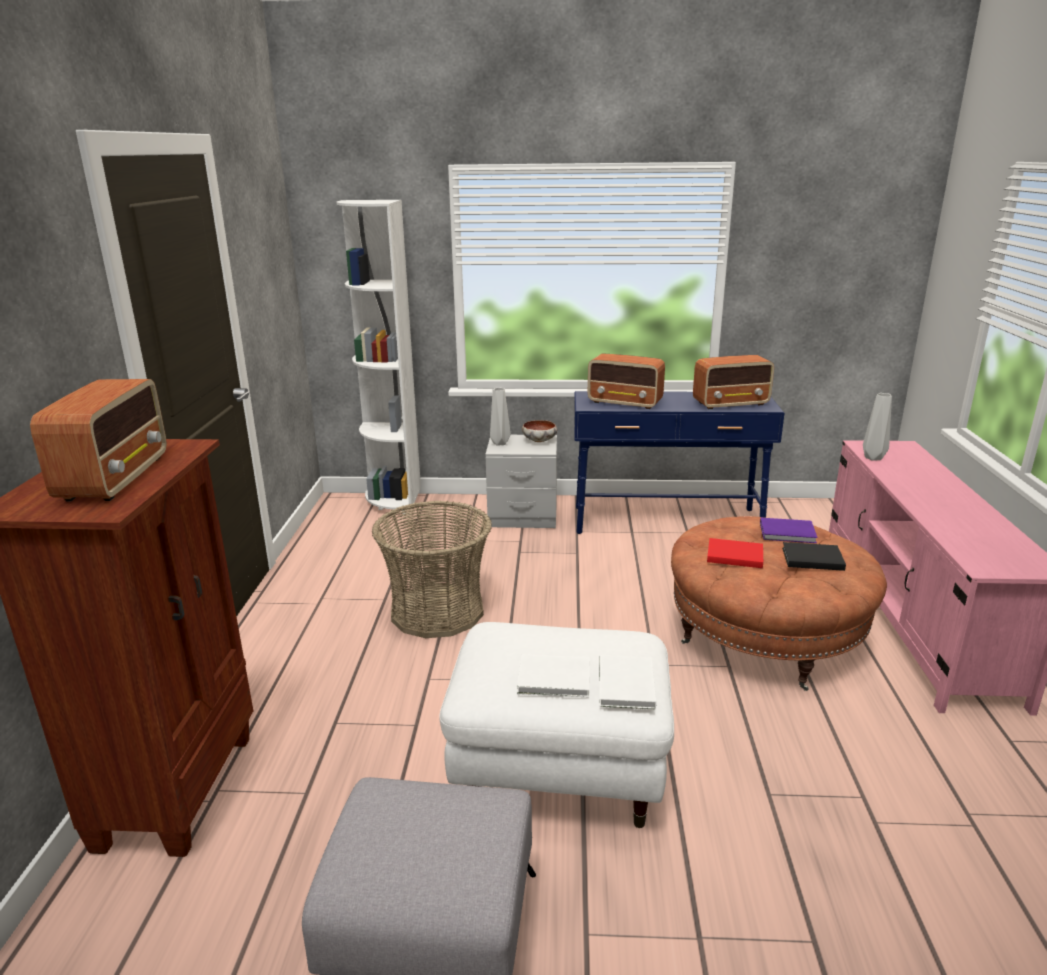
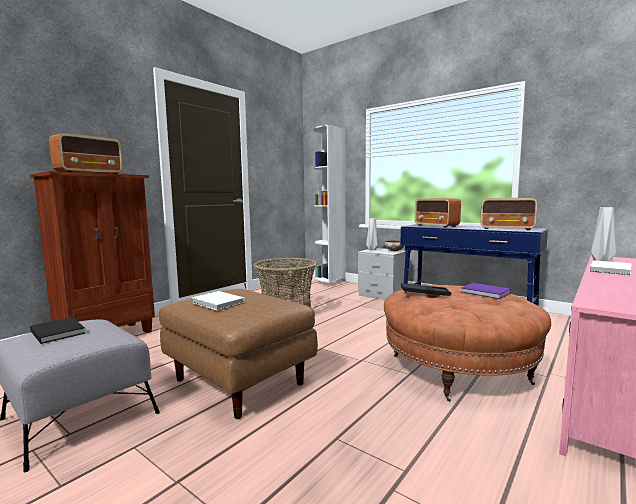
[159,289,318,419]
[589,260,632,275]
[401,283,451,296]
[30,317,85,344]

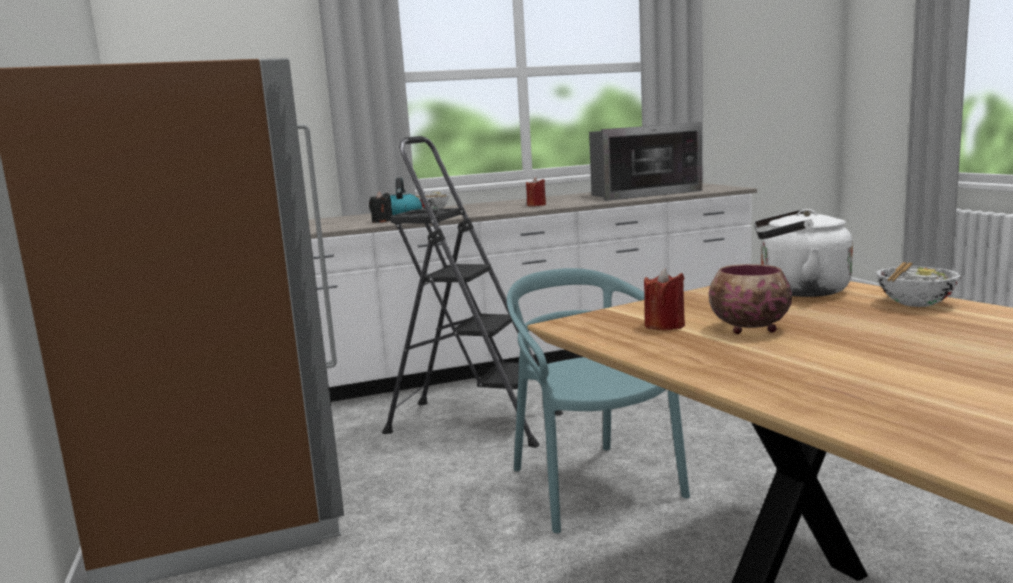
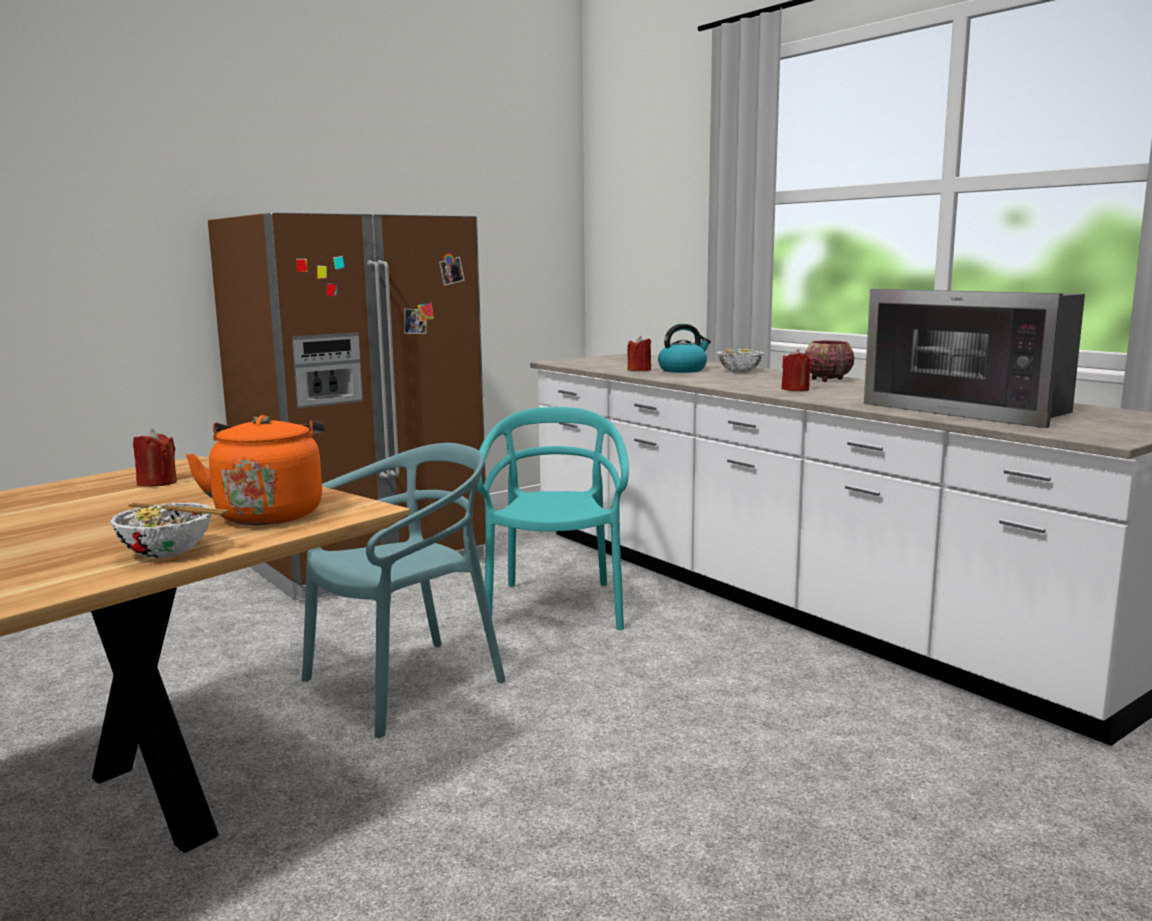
[627,336,651,371]
[474,407,629,631]
[805,340,854,382]
[185,415,325,525]

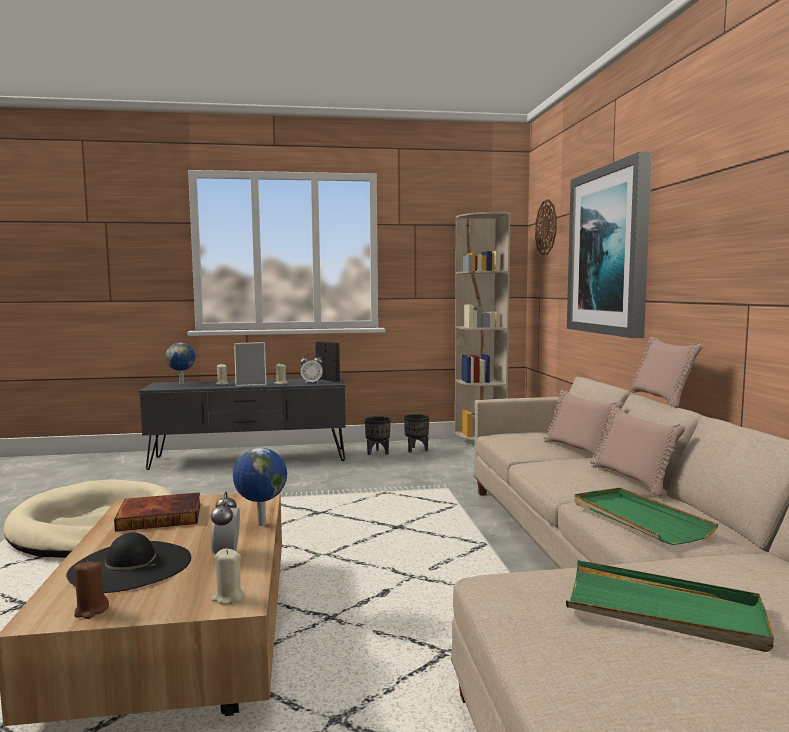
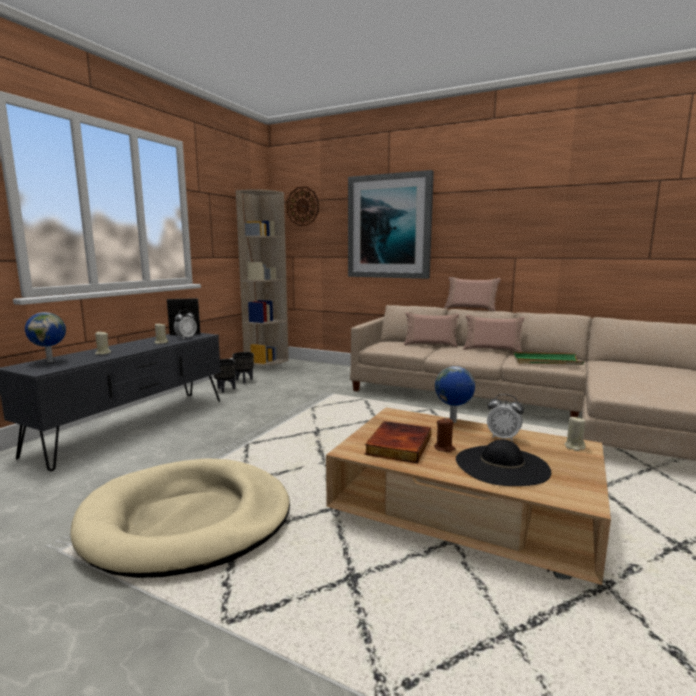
[434,417,455,452]
[234,342,267,387] (first image)
[566,560,774,652] (first image)

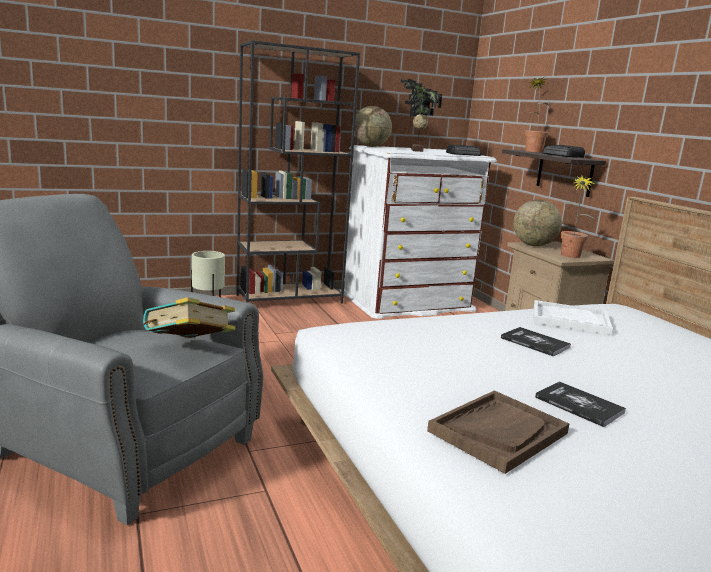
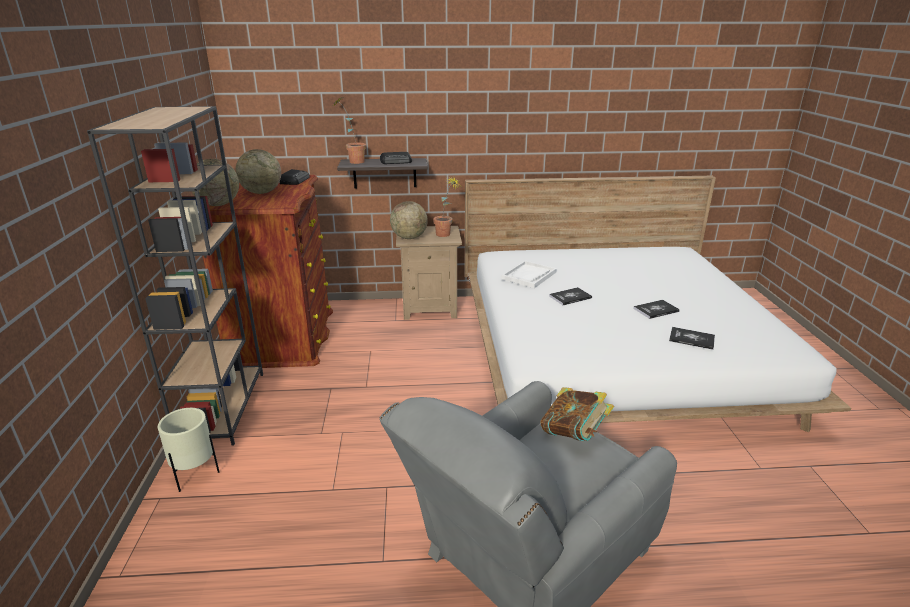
[203,175,333,368]
[236,149,281,194]
[669,327,715,350]

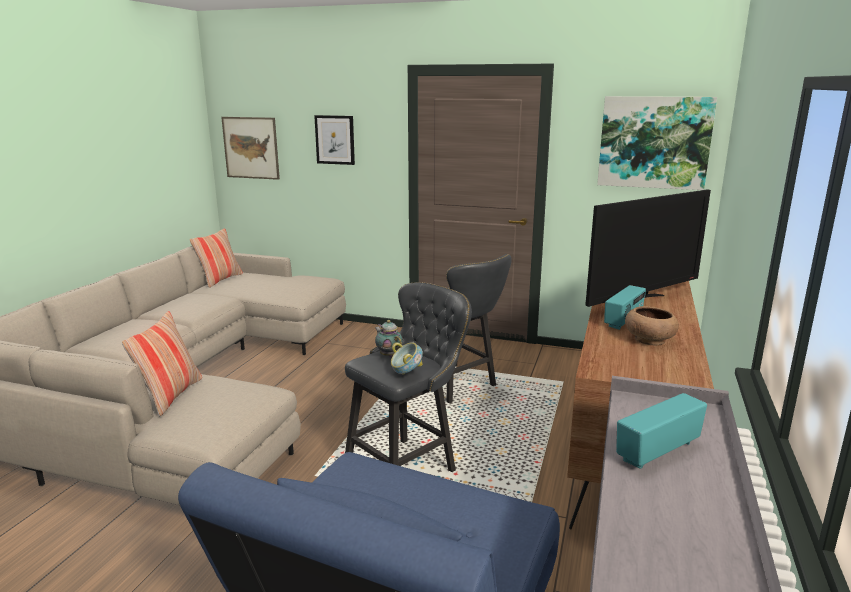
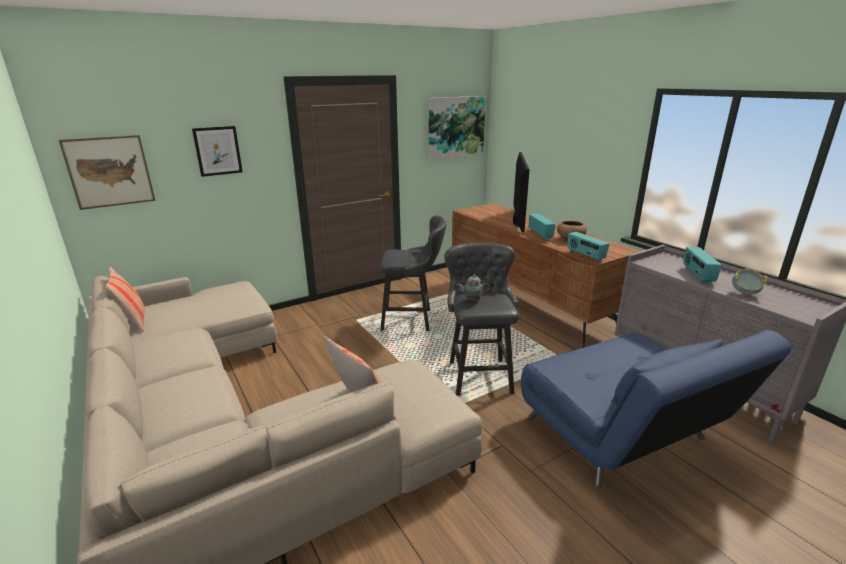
[732,269,768,295]
[568,232,610,262]

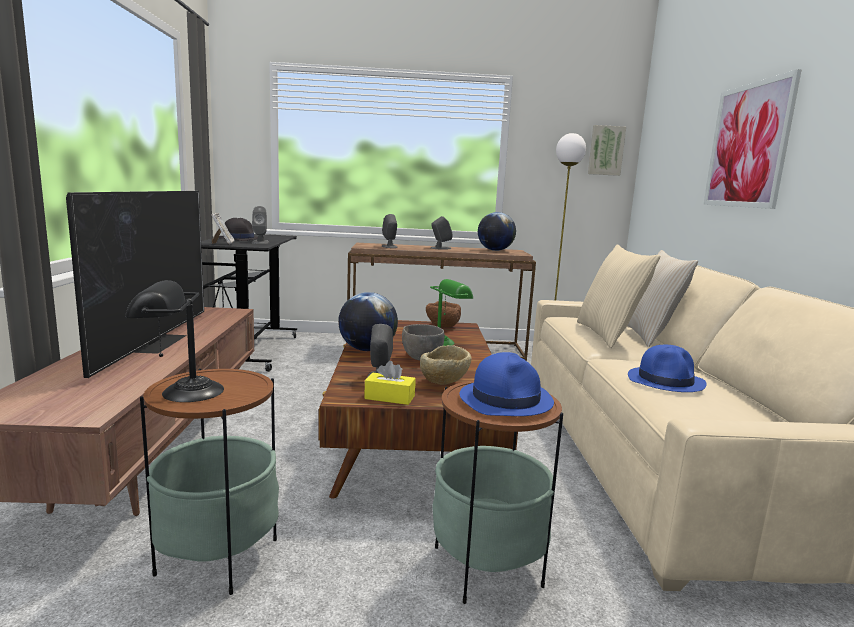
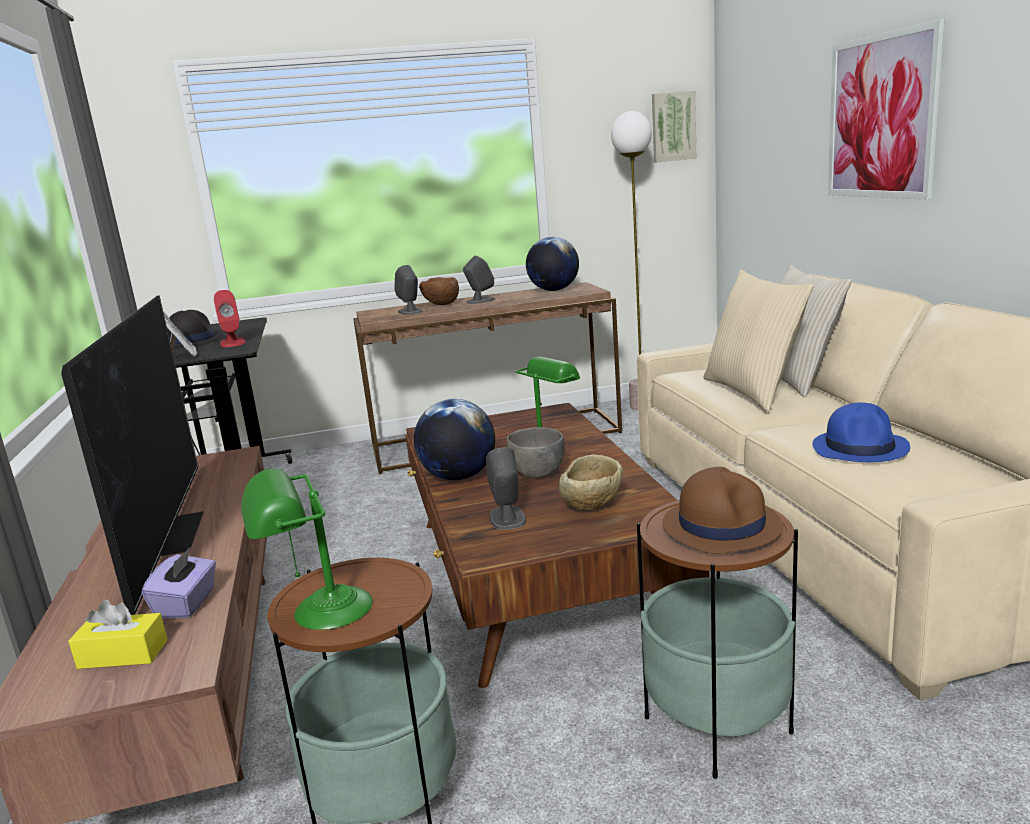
[241,469,373,630]
[214,290,246,347]
[68,600,168,669]
[419,277,459,305]
[662,467,783,554]
[142,548,216,619]

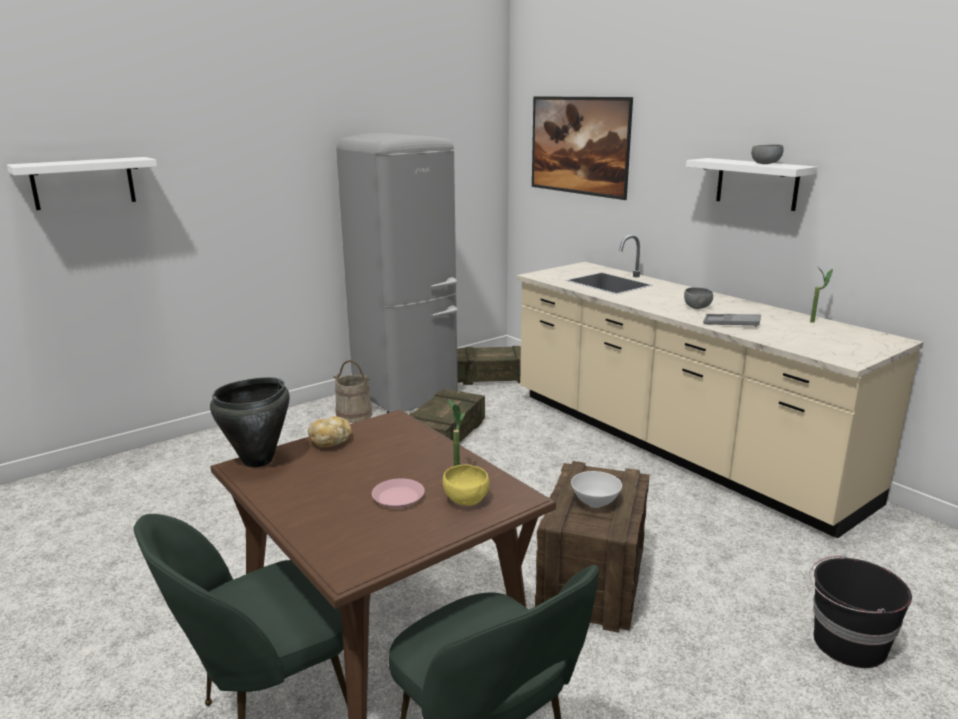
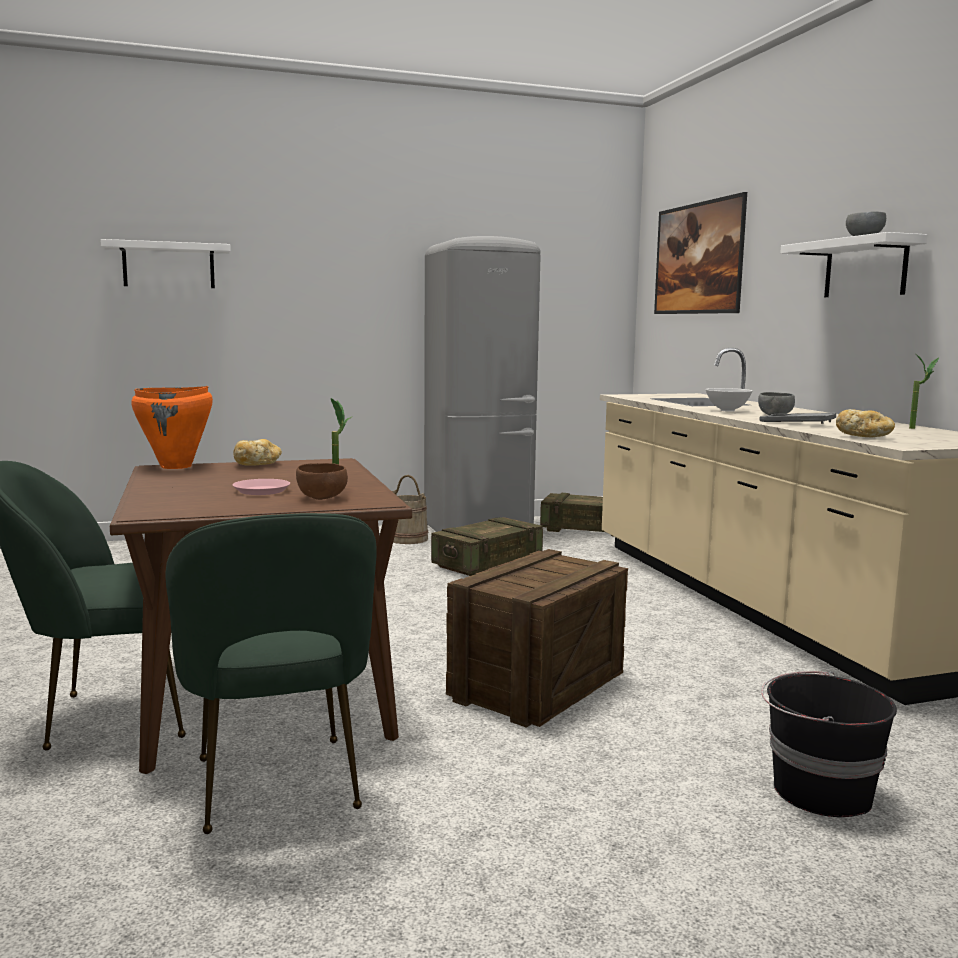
[131,386,213,469]
[296,463,348,500]
[706,388,752,412]
[836,409,895,438]

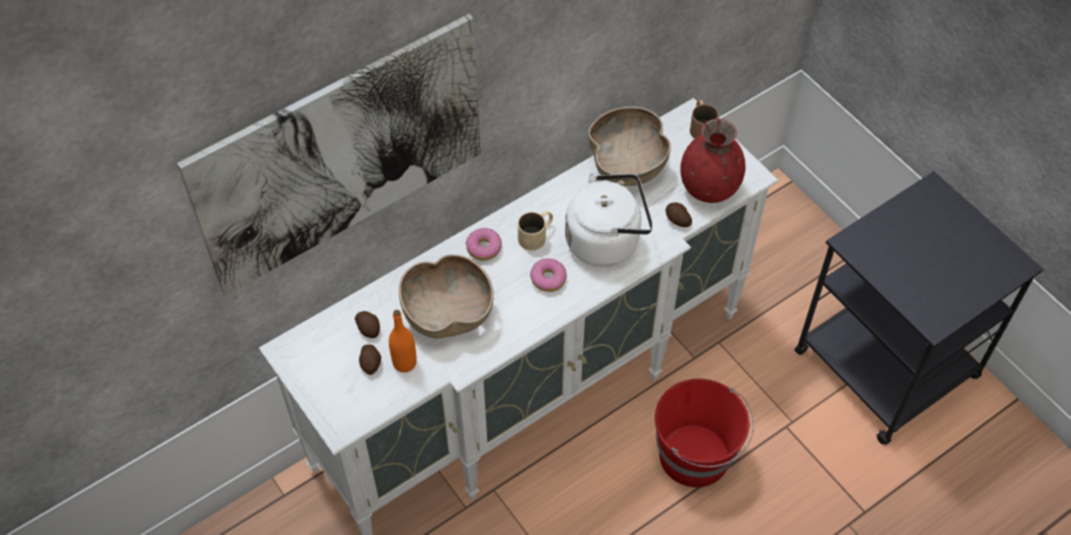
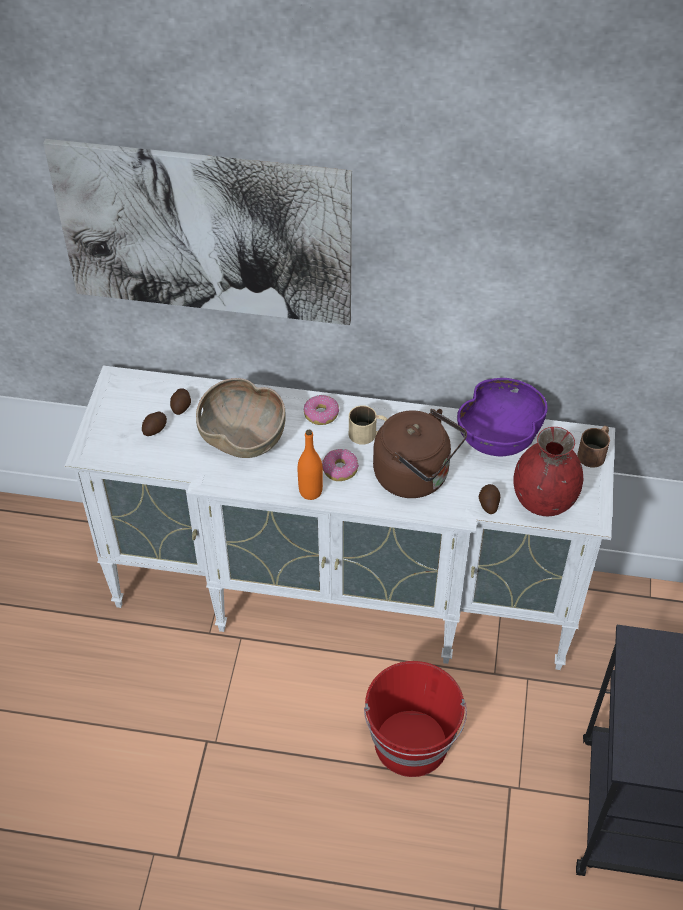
[298,429,323,500]
[373,409,467,498]
[457,378,548,457]

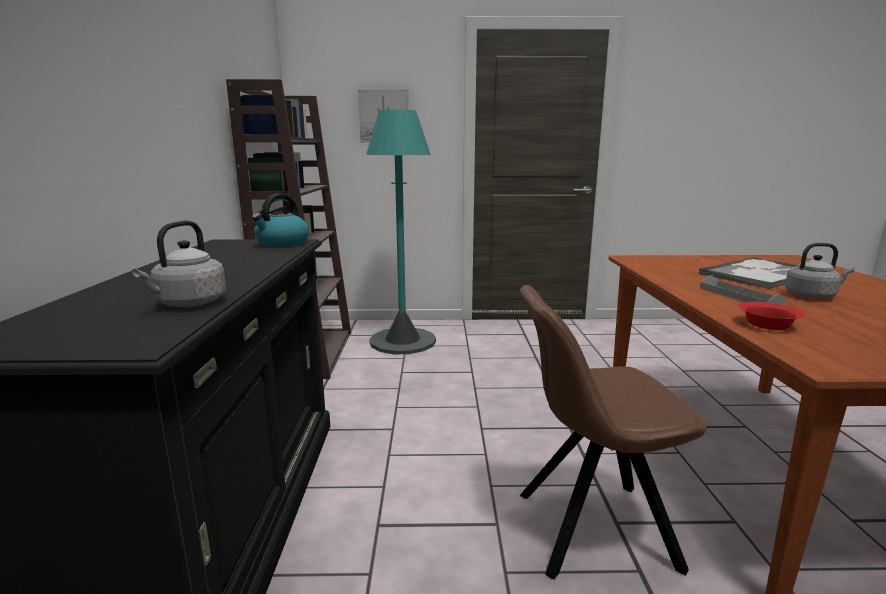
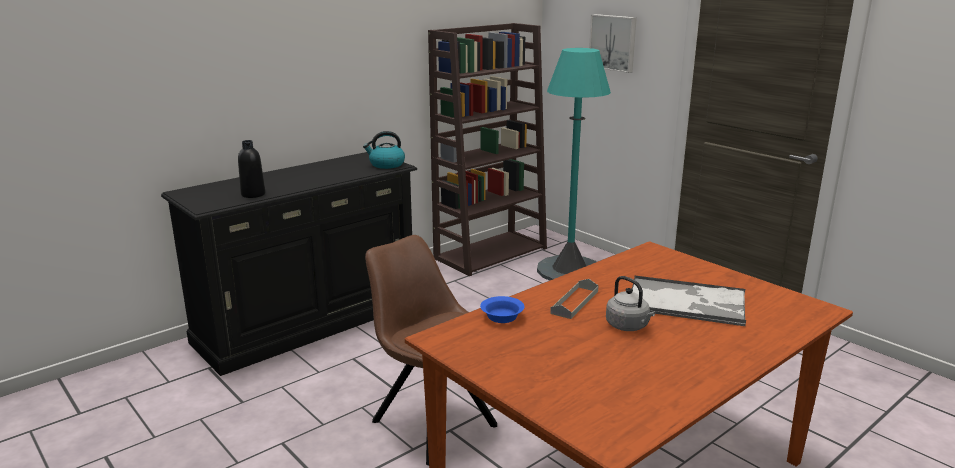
[238,140,265,198]
[480,296,525,323]

